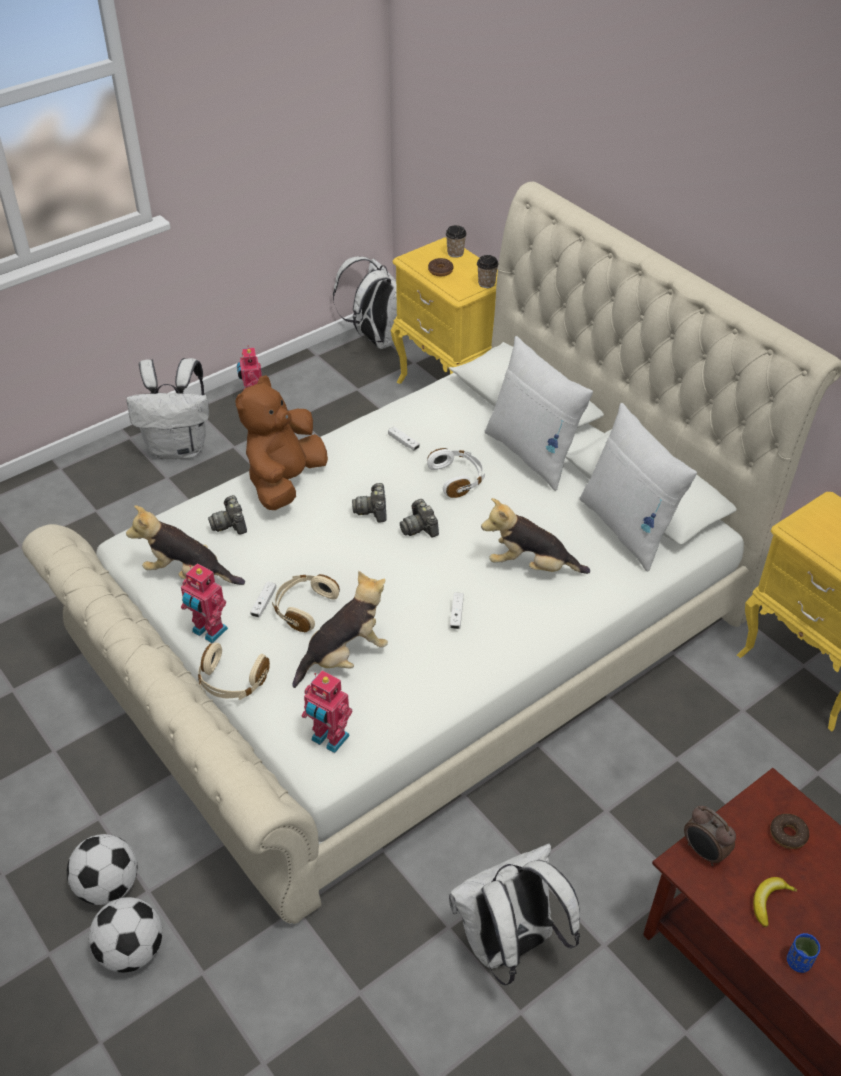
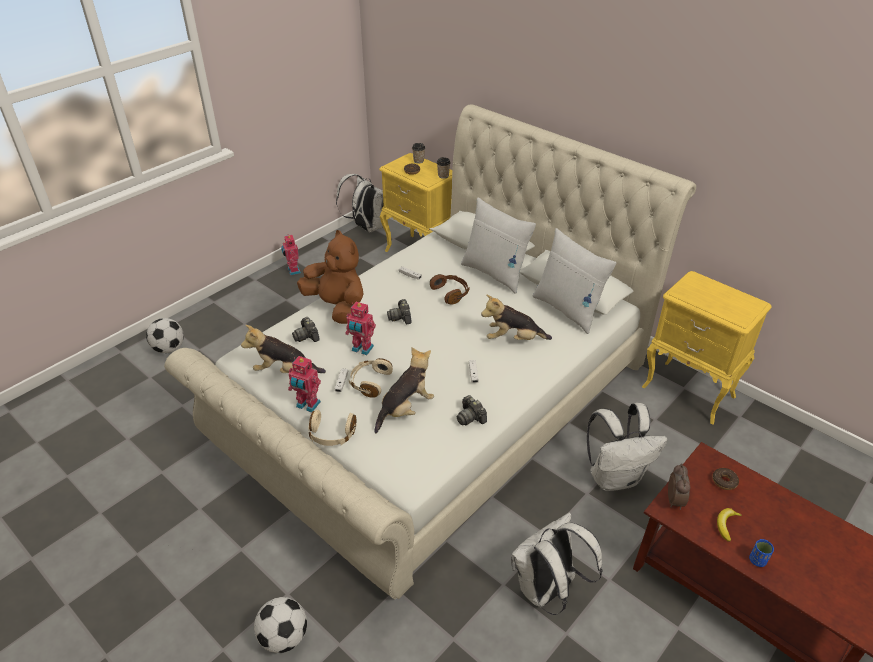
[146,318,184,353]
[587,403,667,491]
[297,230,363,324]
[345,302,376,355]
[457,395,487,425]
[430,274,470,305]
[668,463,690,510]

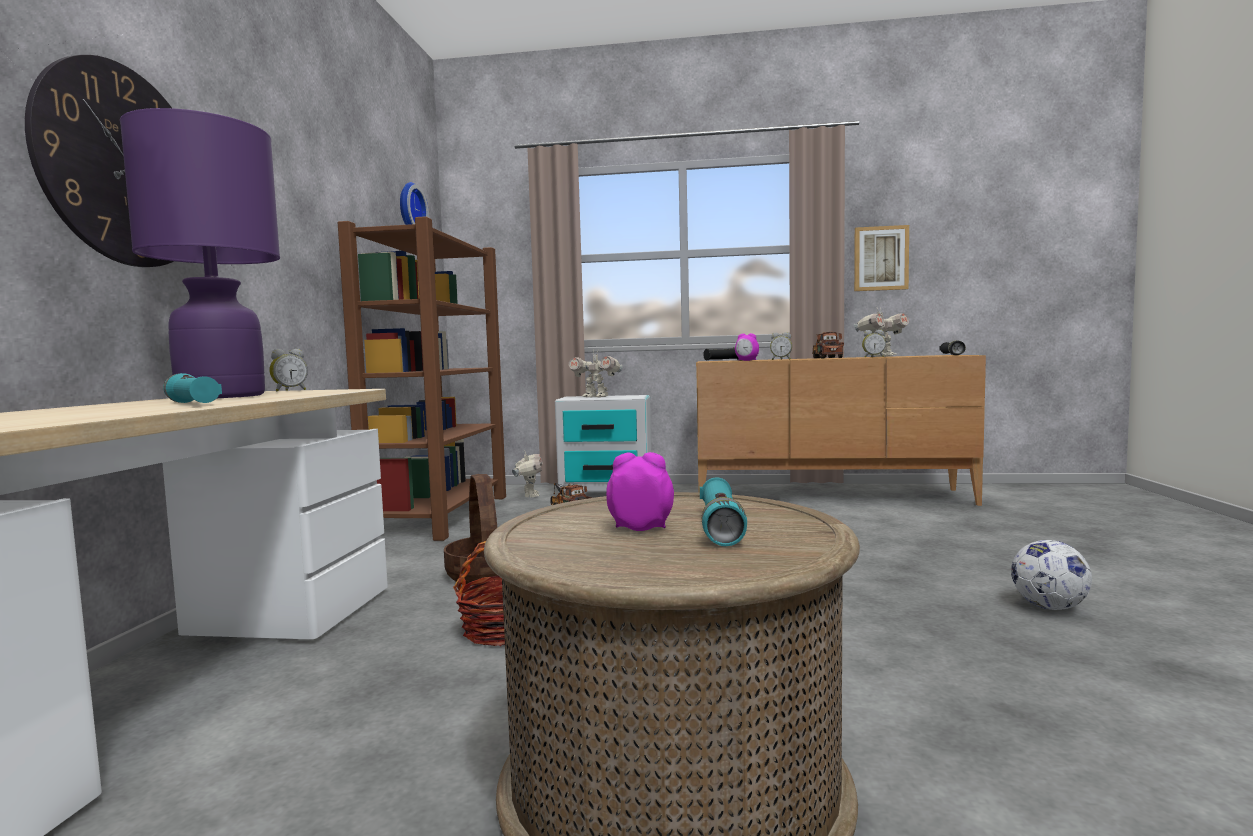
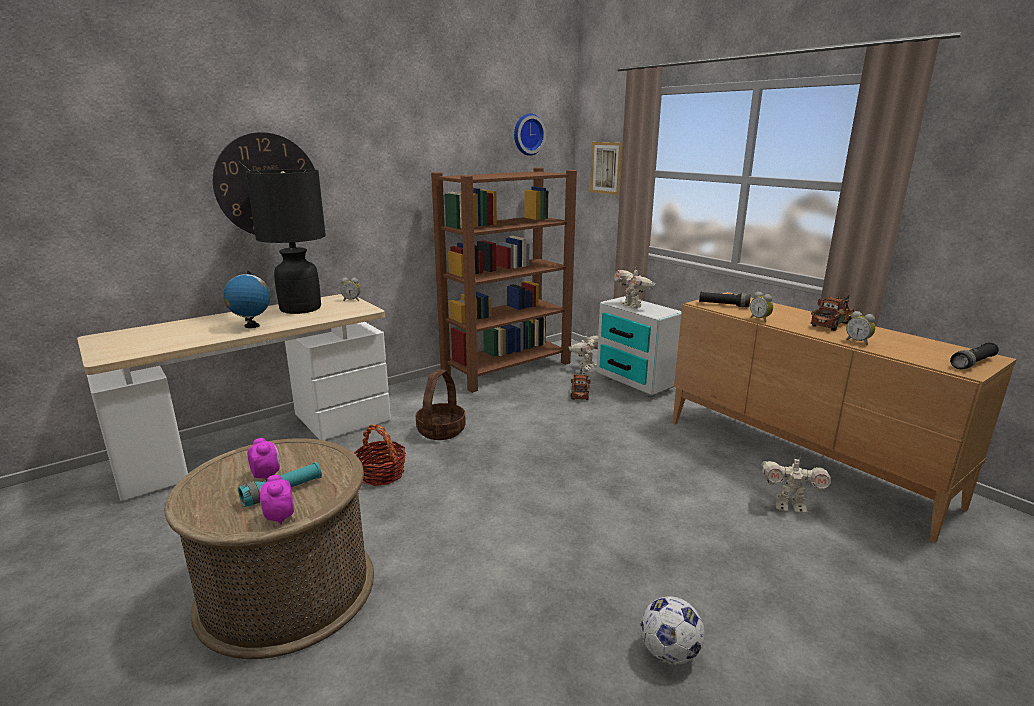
[246,169,326,314]
[223,271,271,328]
[260,475,294,524]
[590,142,623,195]
[761,455,831,513]

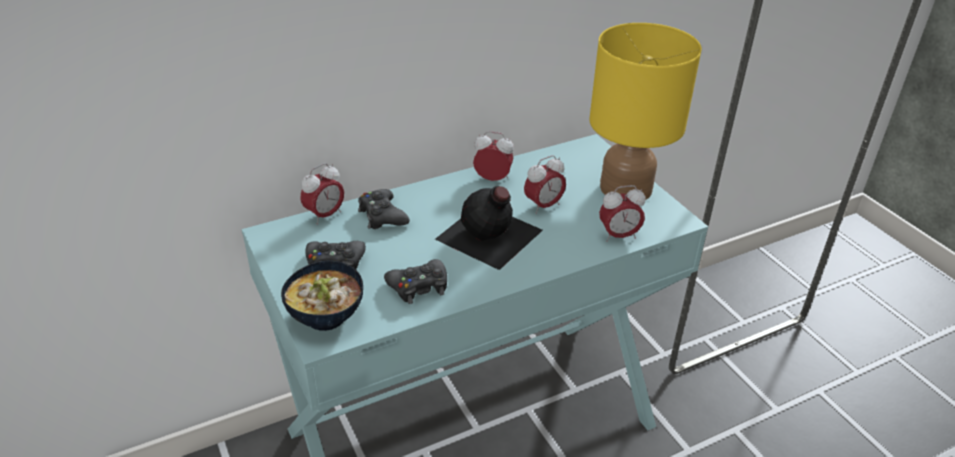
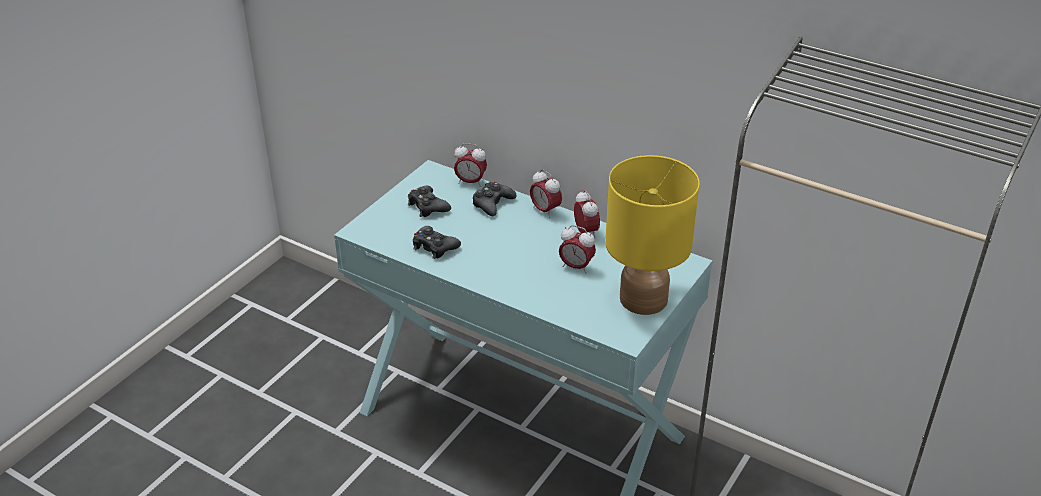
[281,261,363,331] (first image)
[435,186,543,270] (first image)
[530,170,562,218]

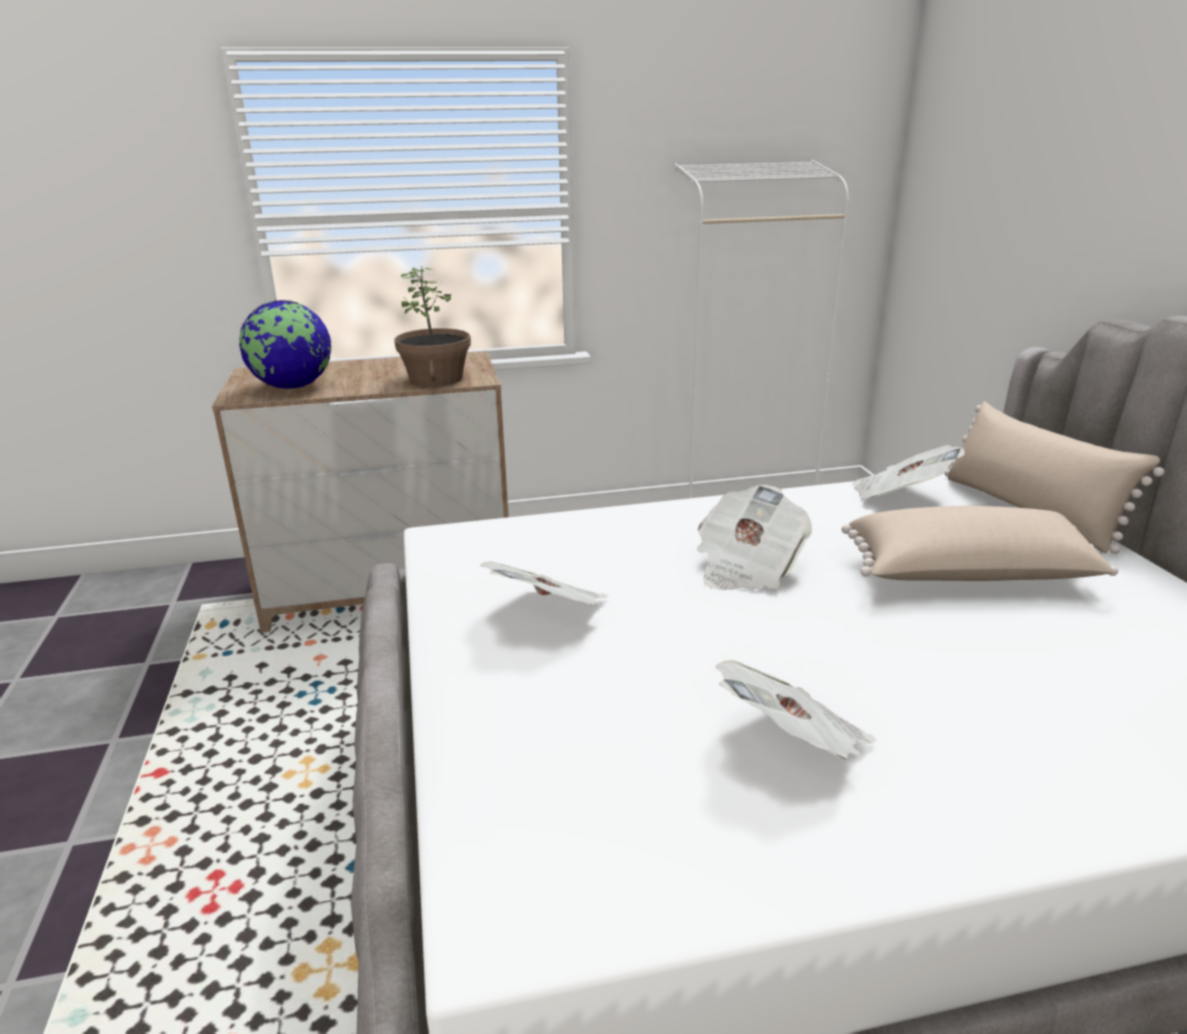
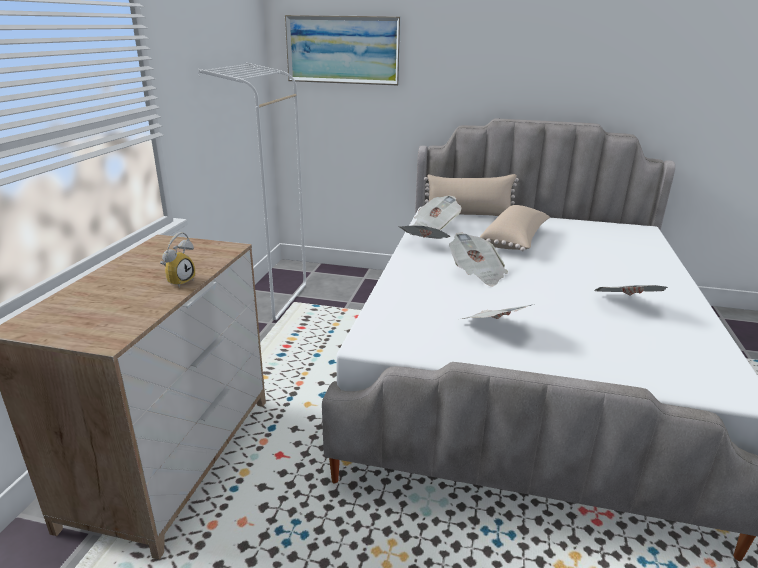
[239,300,331,389] (first image)
[394,267,471,387] (first image)
[160,232,195,288]
[285,15,401,85]
[399,226,450,239]

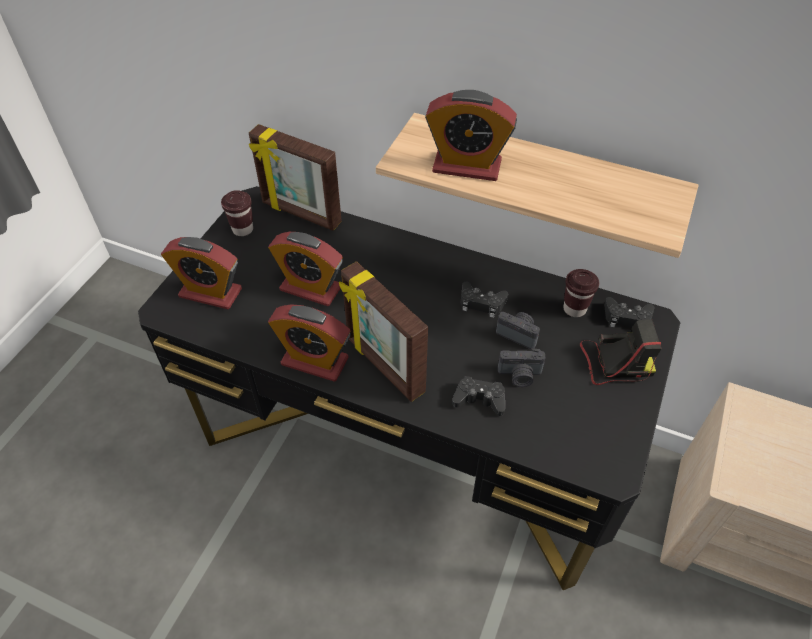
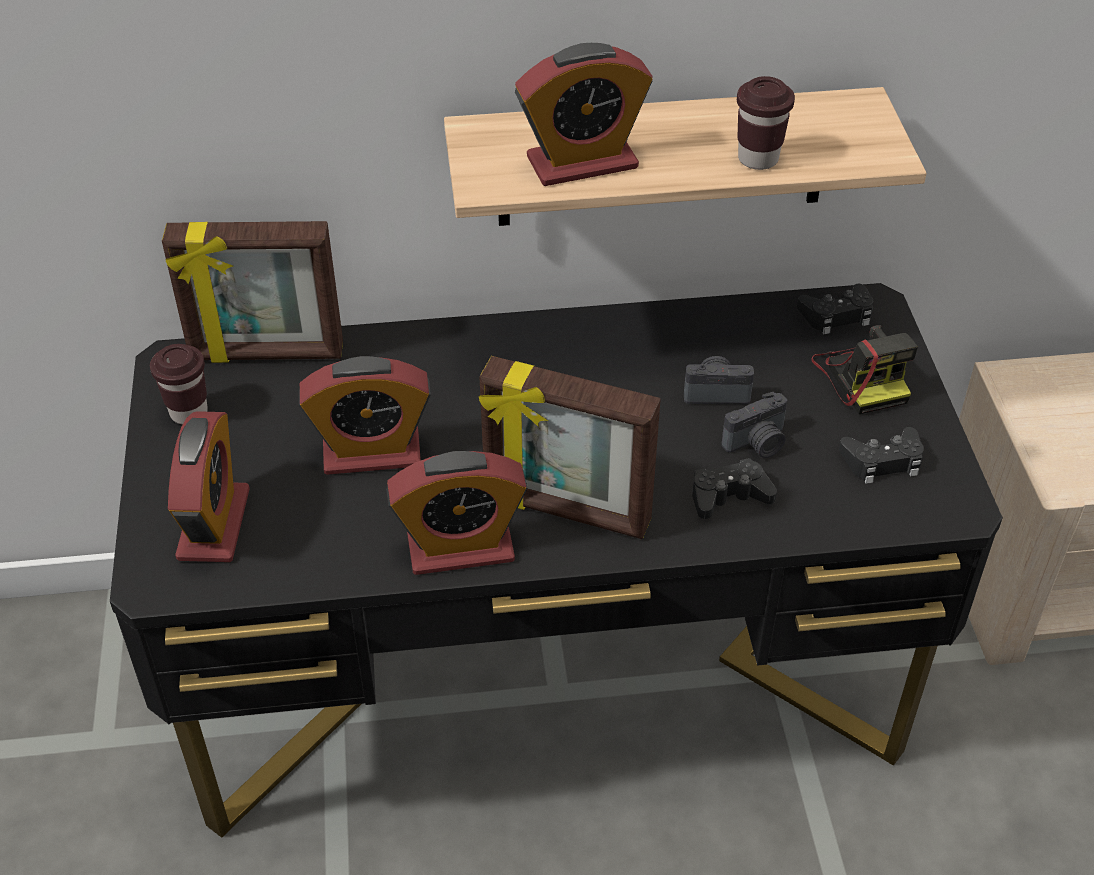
[168,411,250,562]
[839,427,924,484]
[737,76,795,170]
[812,325,918,414]

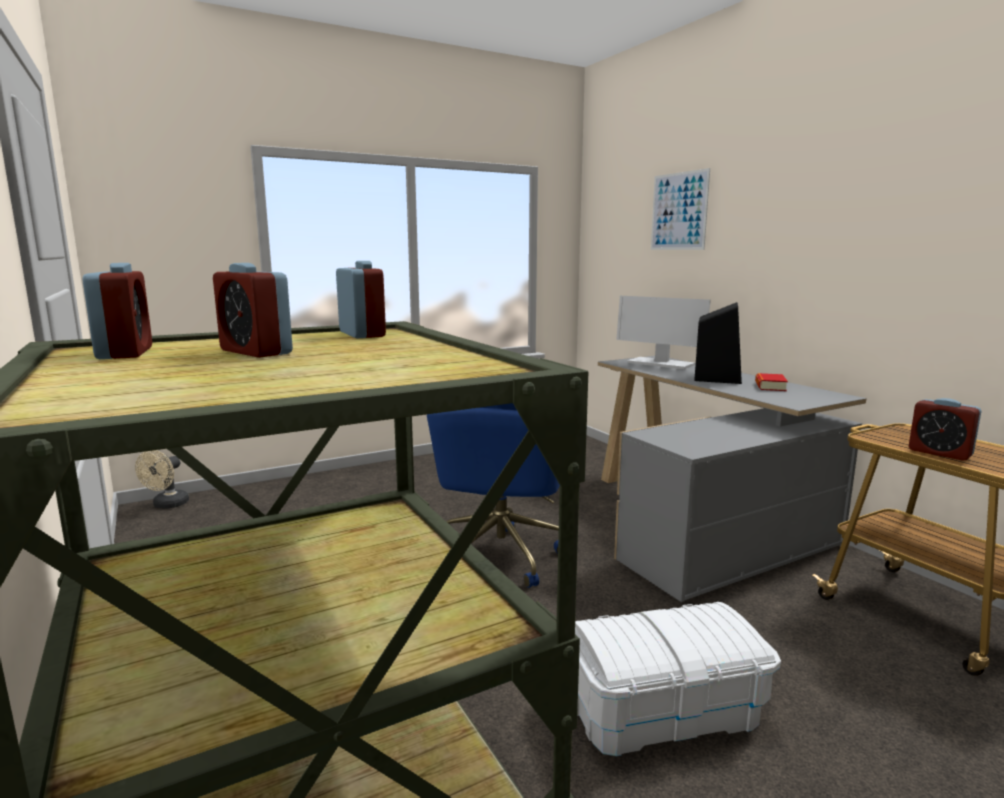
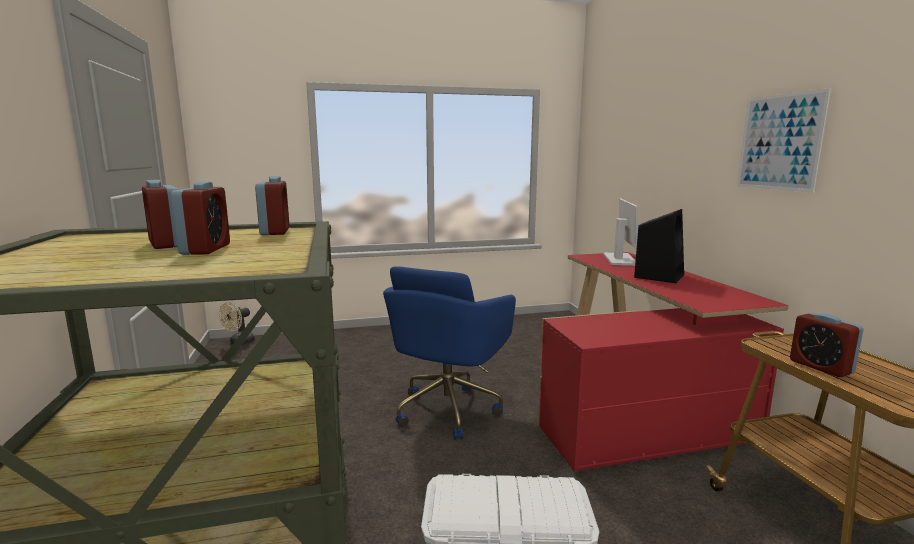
[171,181,230,255]
[538,252,789,472]
[603,199,638,266]
[737,88,831,192]
[755,373,788,391] (first image)

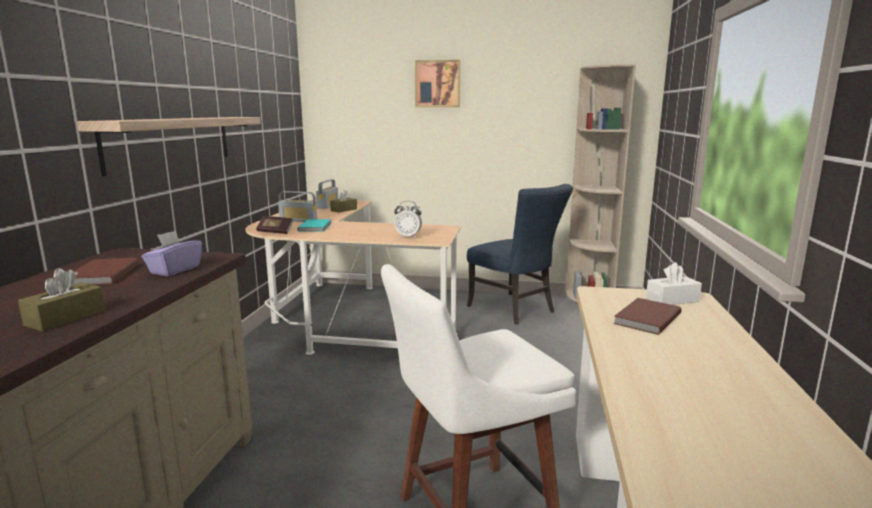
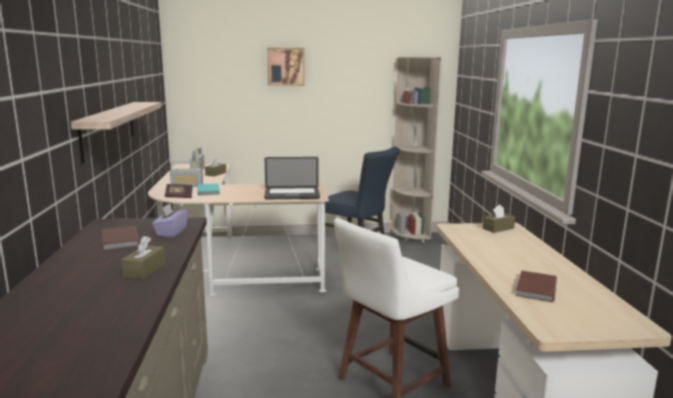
[264,157,320,199]
[515,270,557,302]
[482,205,515,233]

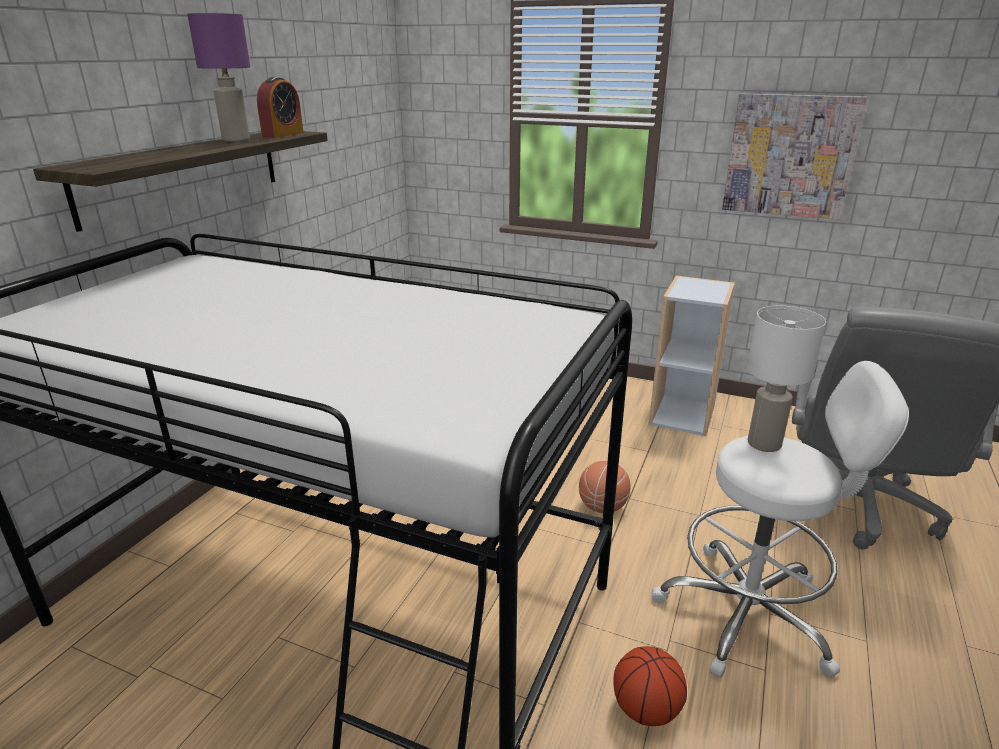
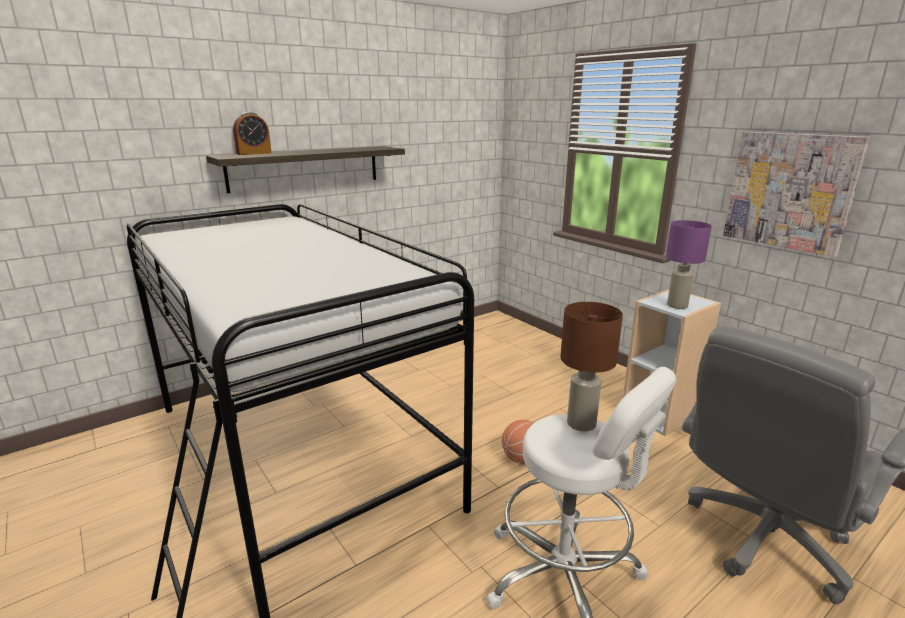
[666,220,712,309]
[233,112,272,155]
[613,646,687,726] (first image)
[560,302,623,431]

